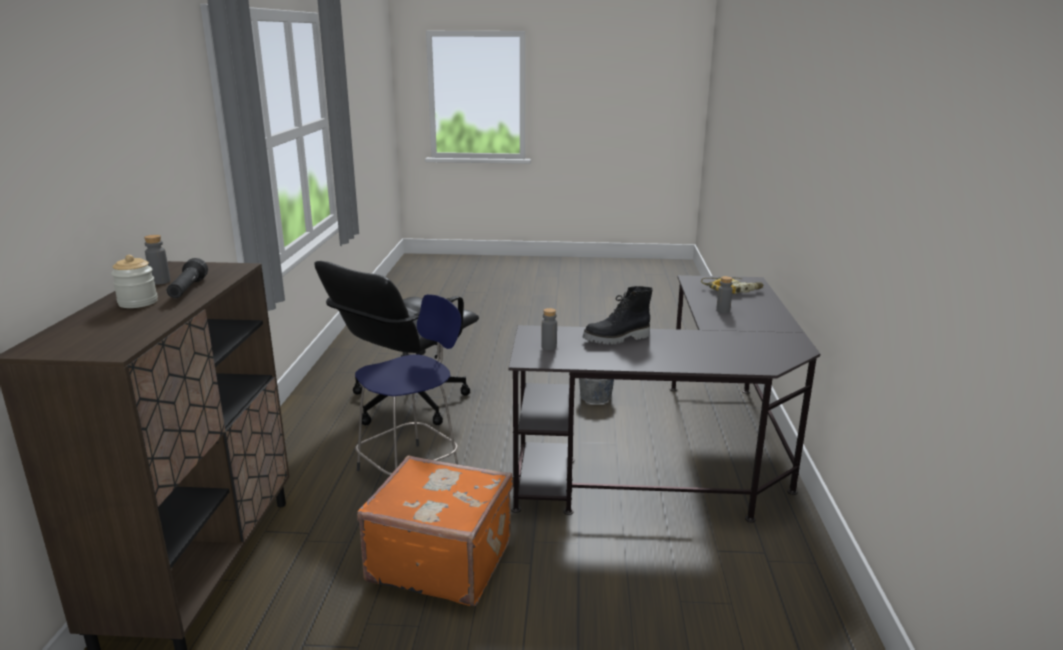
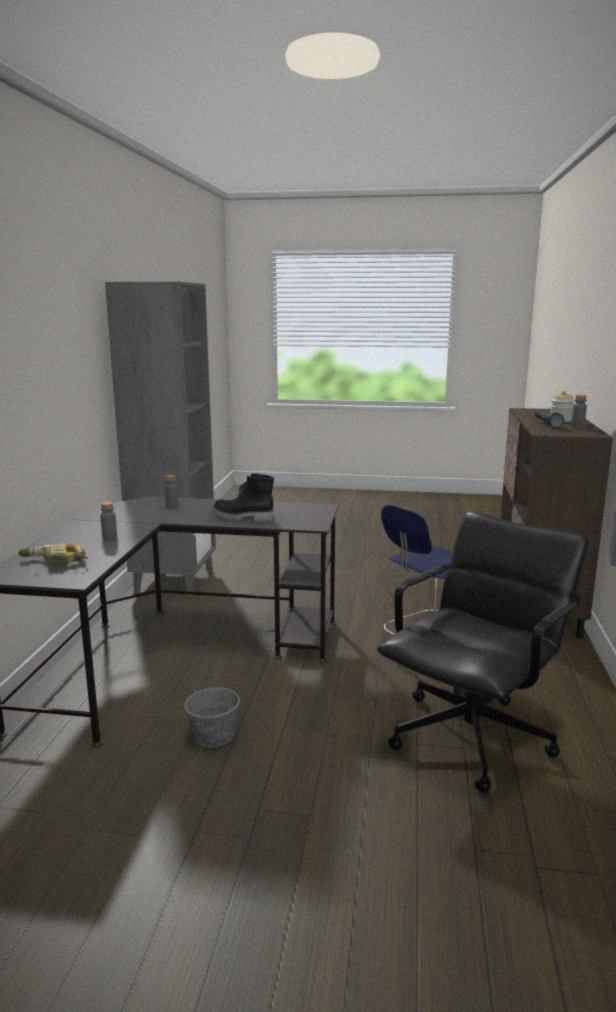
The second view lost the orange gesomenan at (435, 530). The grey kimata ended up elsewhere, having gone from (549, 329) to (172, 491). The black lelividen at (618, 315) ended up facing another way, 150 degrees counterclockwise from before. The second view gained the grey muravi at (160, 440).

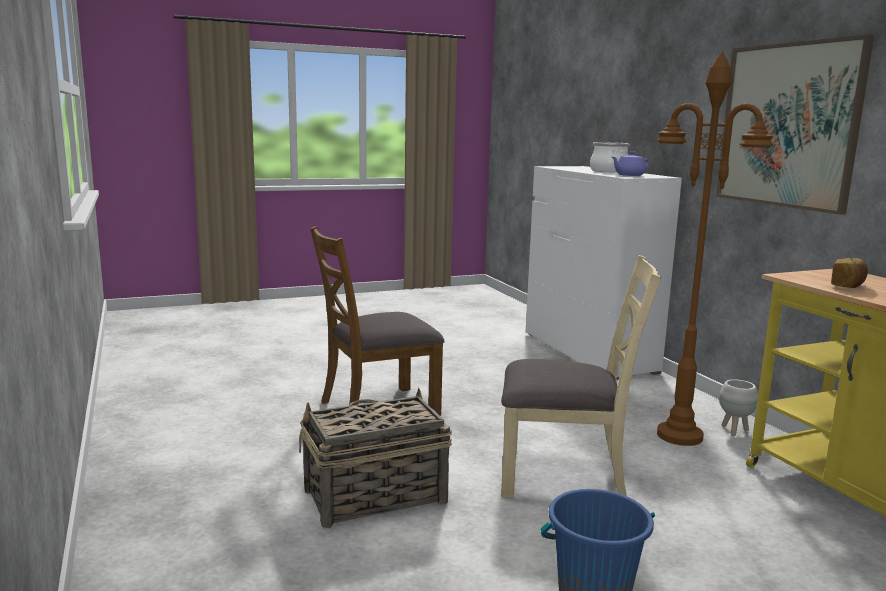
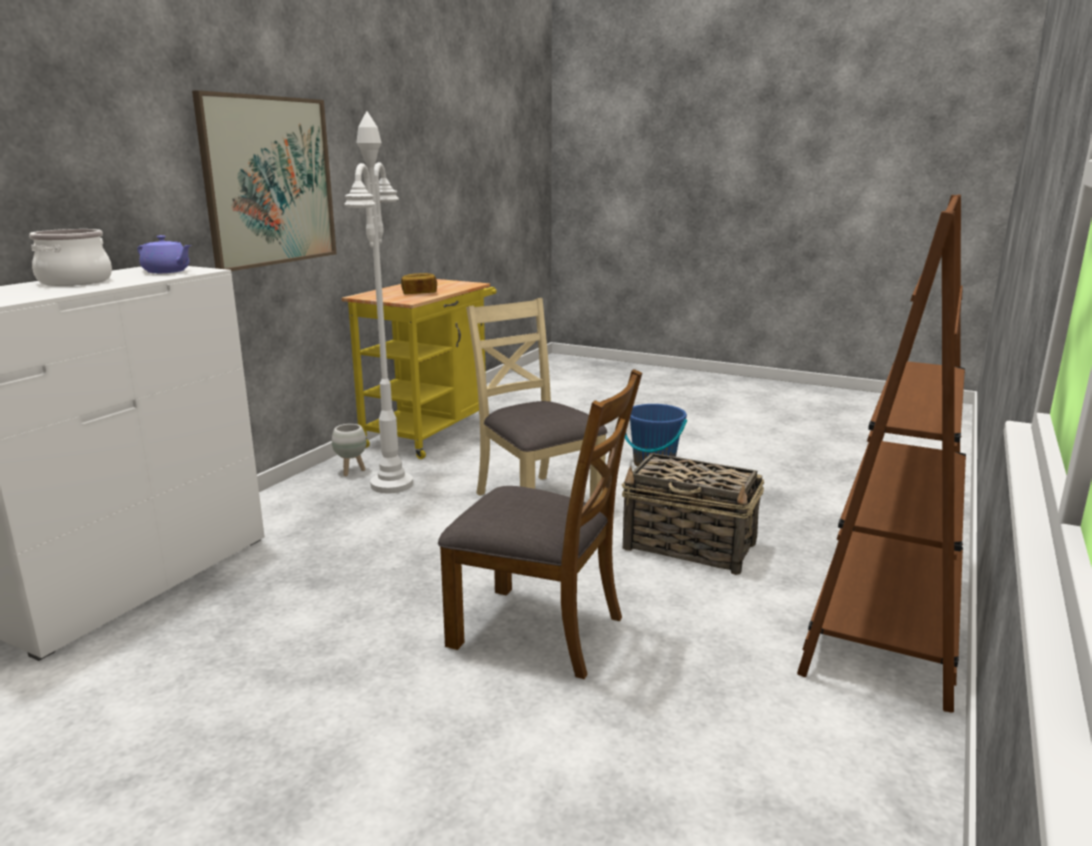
What was the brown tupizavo at (715, 248) turned into the white tupizavo at (378, 302). The second view gained the brown muravi at (881, 453).

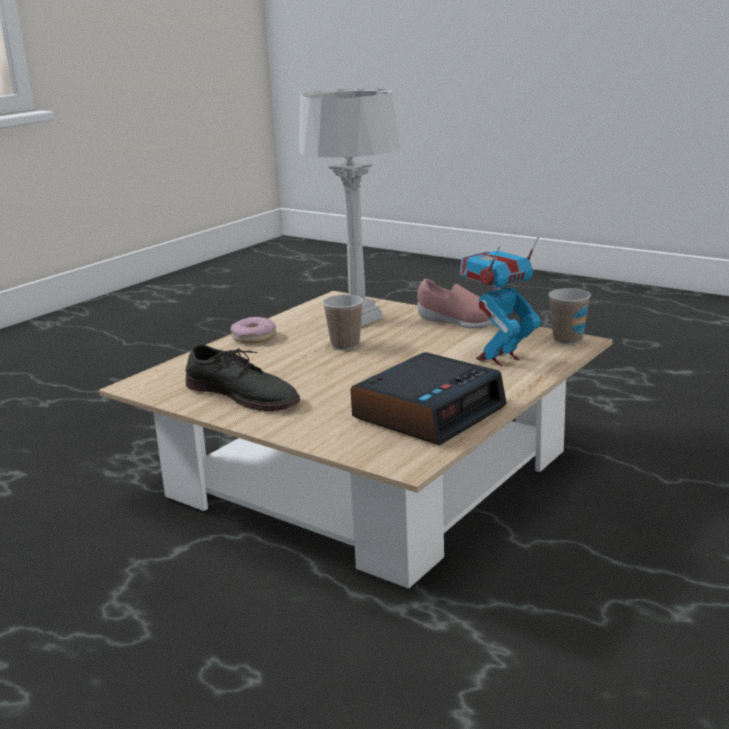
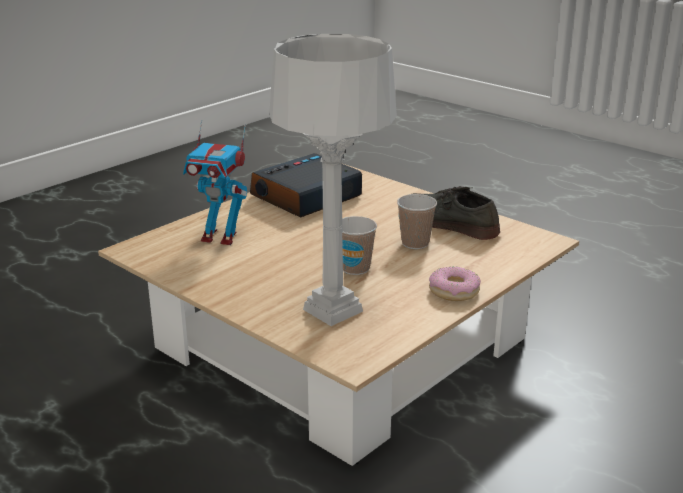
The second view lost the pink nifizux at (455, 304). The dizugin at (500, 301) ended up facing another way, 45 degrees clockwise from before. The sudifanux ended up elsewhere, having gone from (569, 316) to (417, 221).

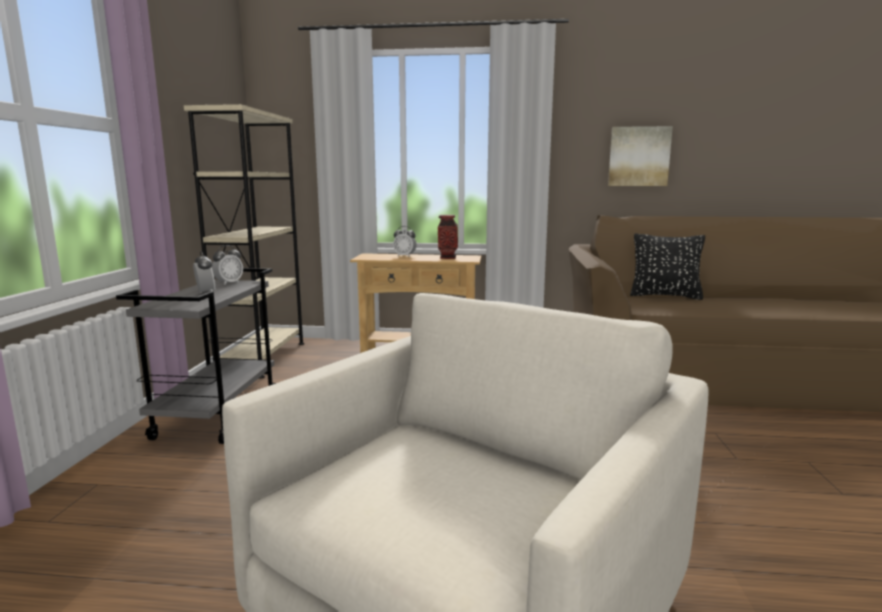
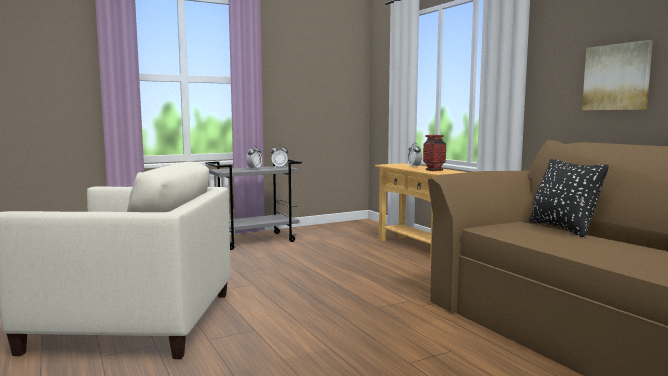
The second view lost the beige muravi at (244, 241).

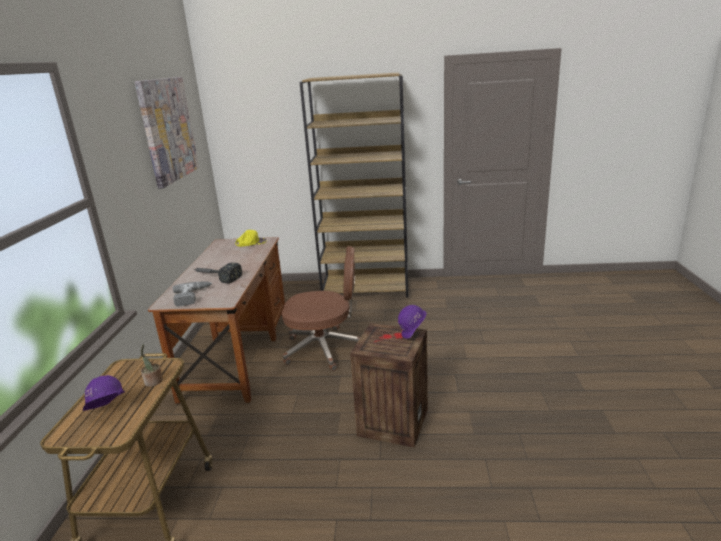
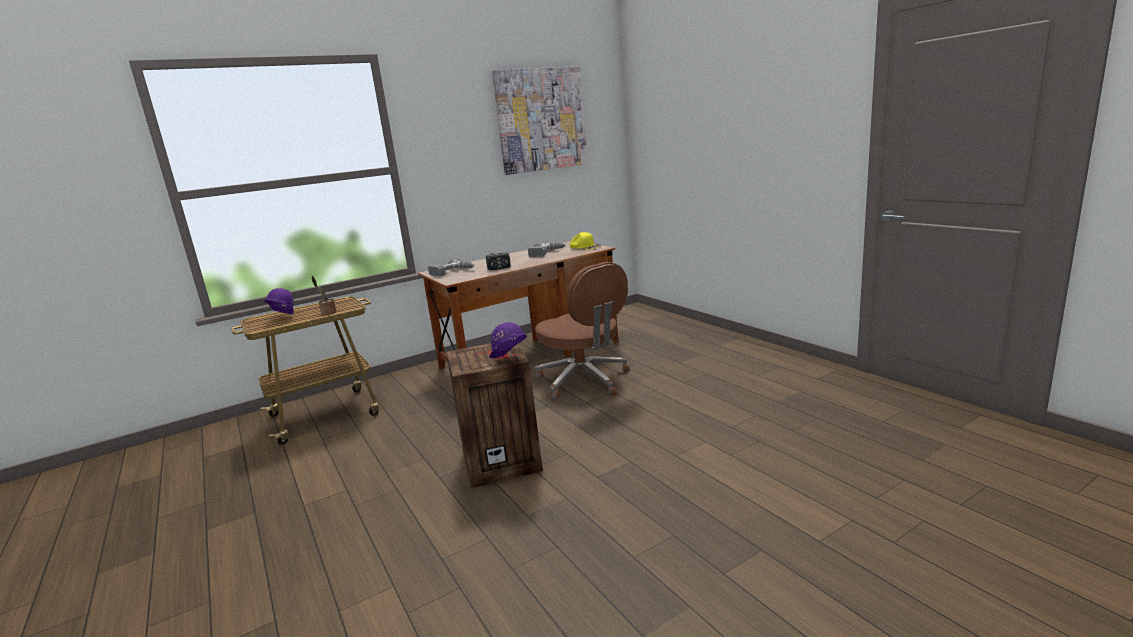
The second view lost the brown muravi at (354, 185). The second view gained the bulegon at (547, 249).

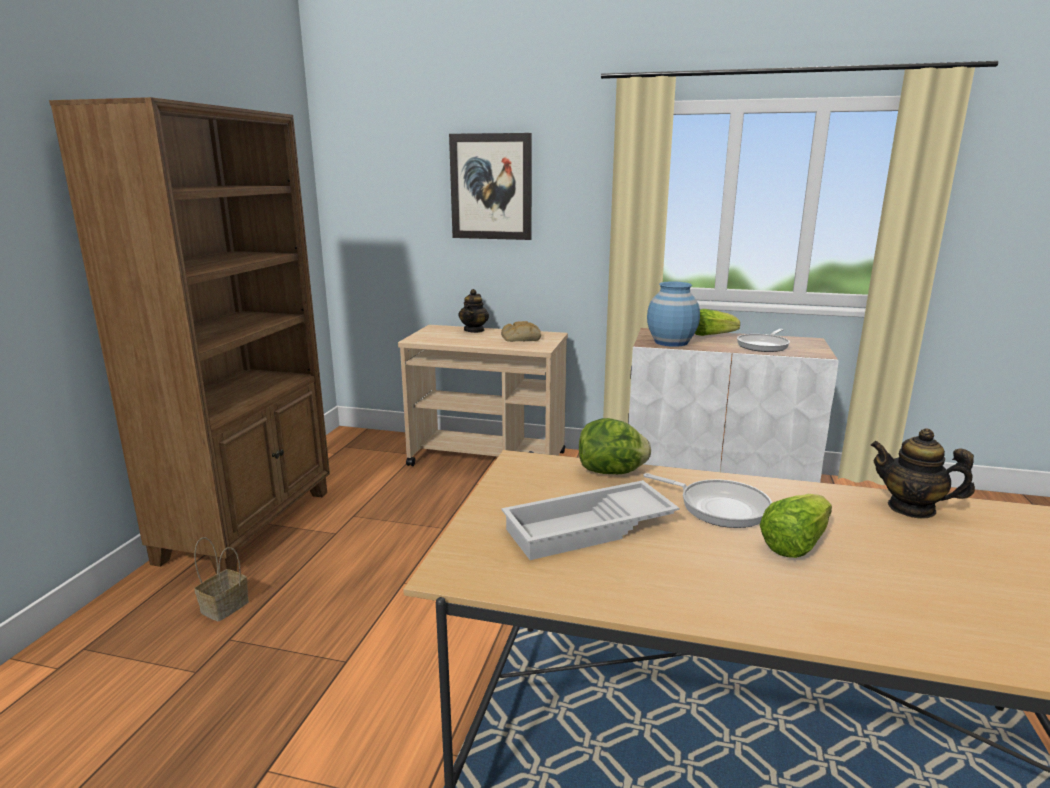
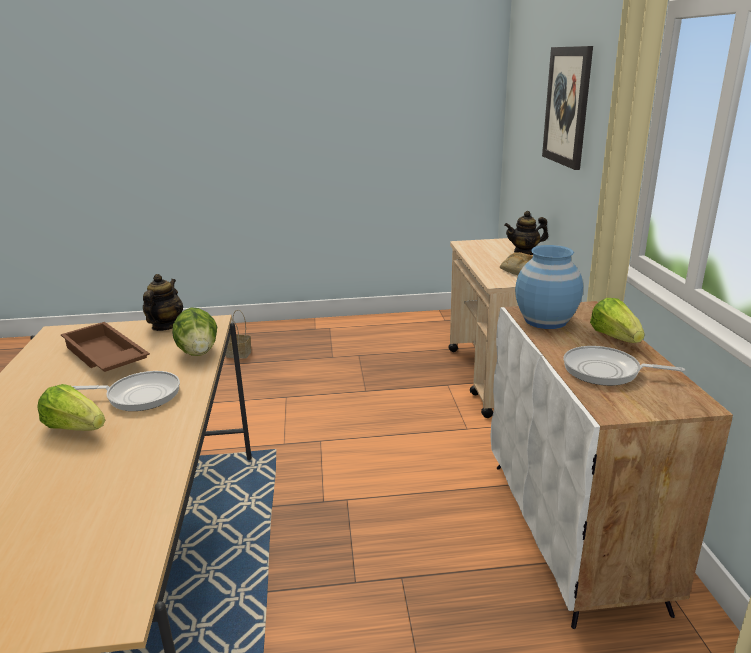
The second view lost the brown muravi at (189, 335). What was the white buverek at (590, 520) turned into the brown buverek at (105, 347). The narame at (707, 500) ended up facing another way, 105 degrees counterclockwise from before. The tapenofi ended up elsewhere, having gone from (923, 474) to (163, 302).

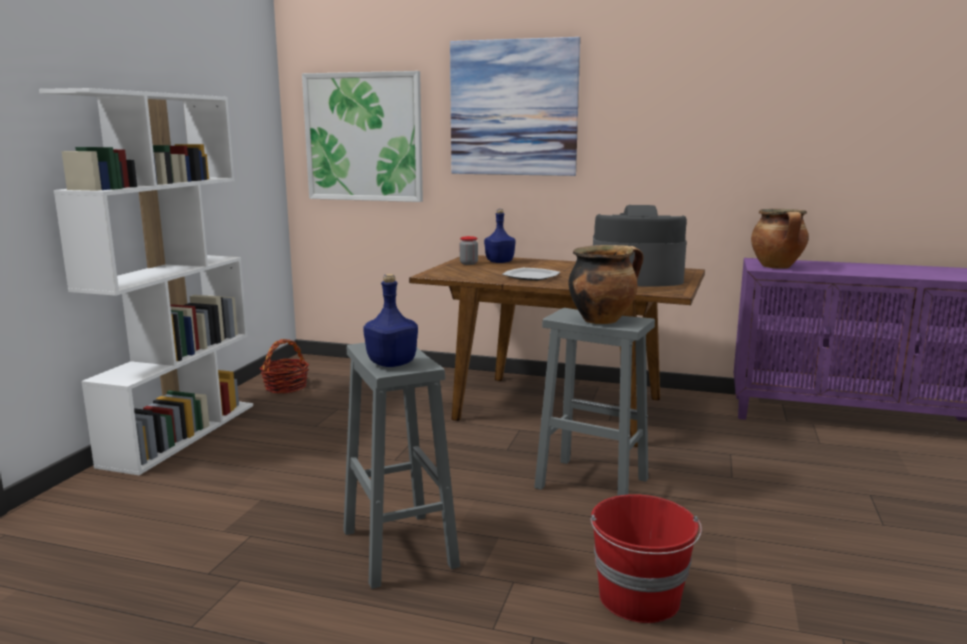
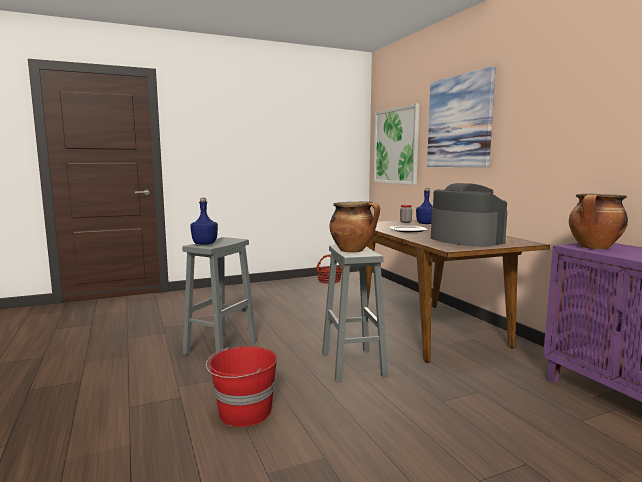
The second view lost the white muravi at (146, 281).

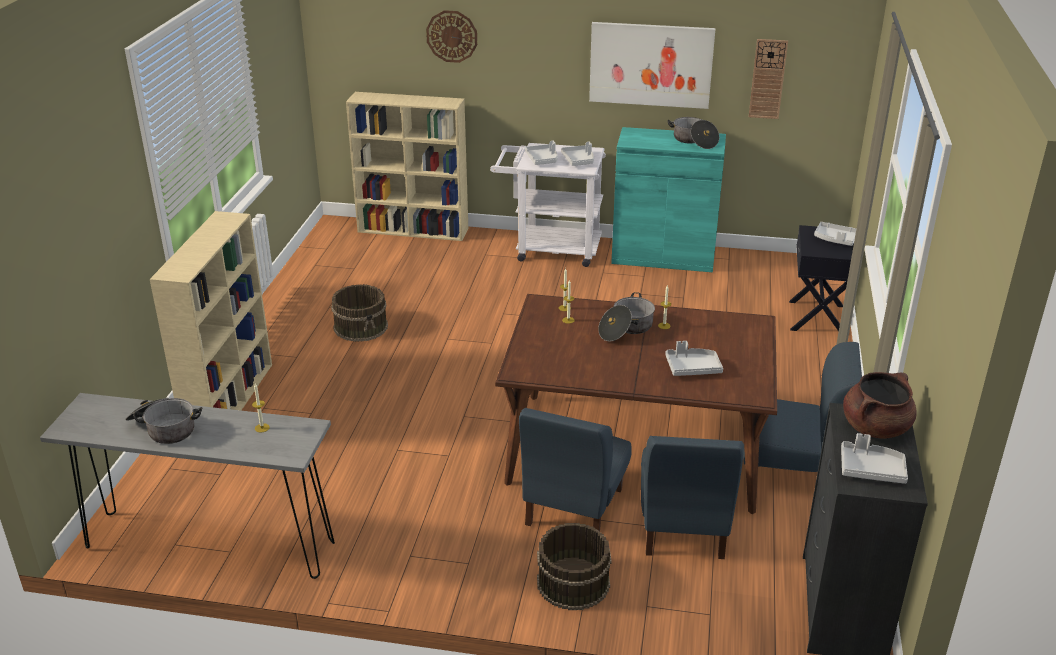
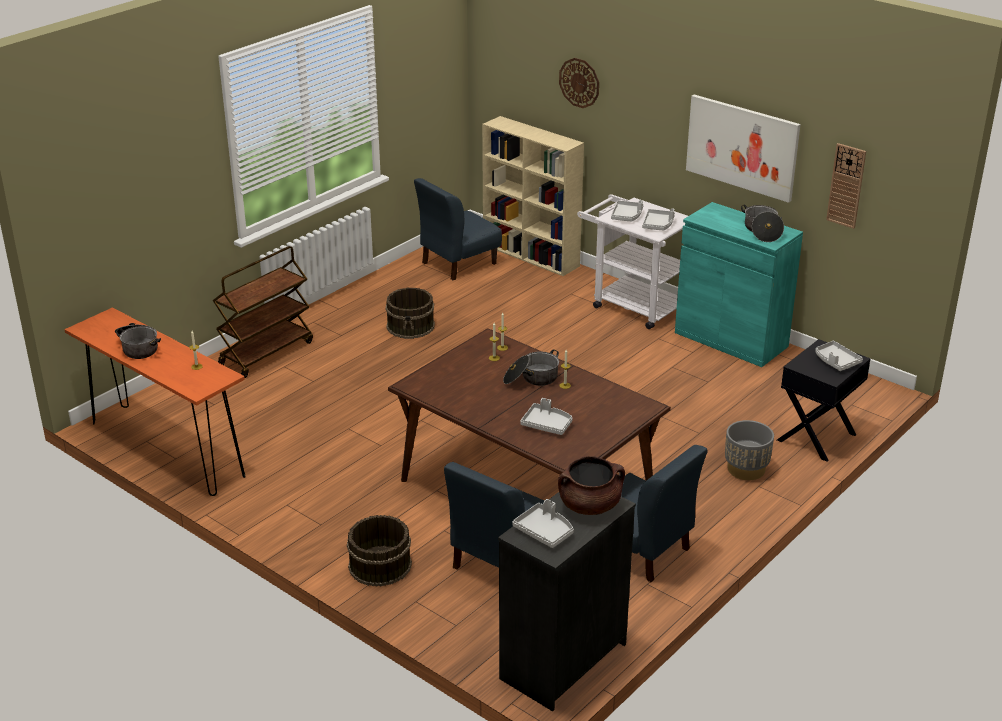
What was the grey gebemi at (187, 486) turned into the orange gebemi at (155, 402). Where the beige muravi stood at (211, 310), the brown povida came to stand at (263, 312). The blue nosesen ended up elsewhere, having gone from (575, 469) to (458, 229). The second view gained the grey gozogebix at (749, 450).

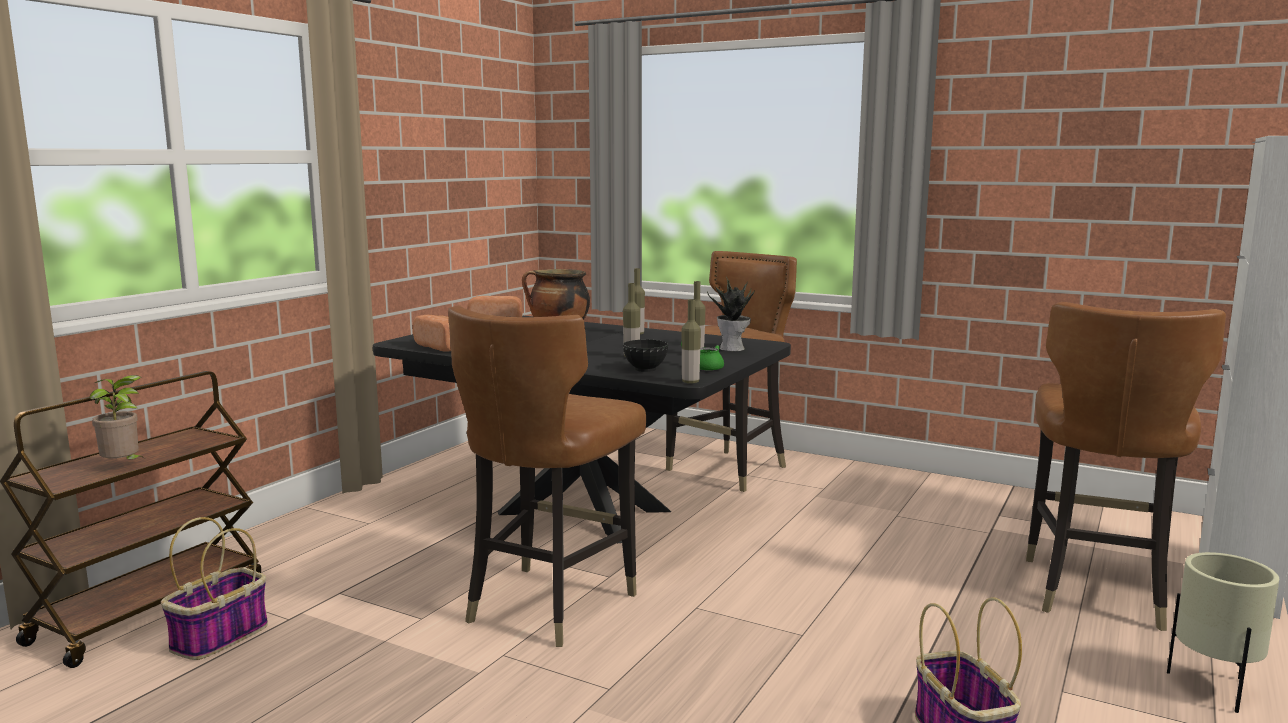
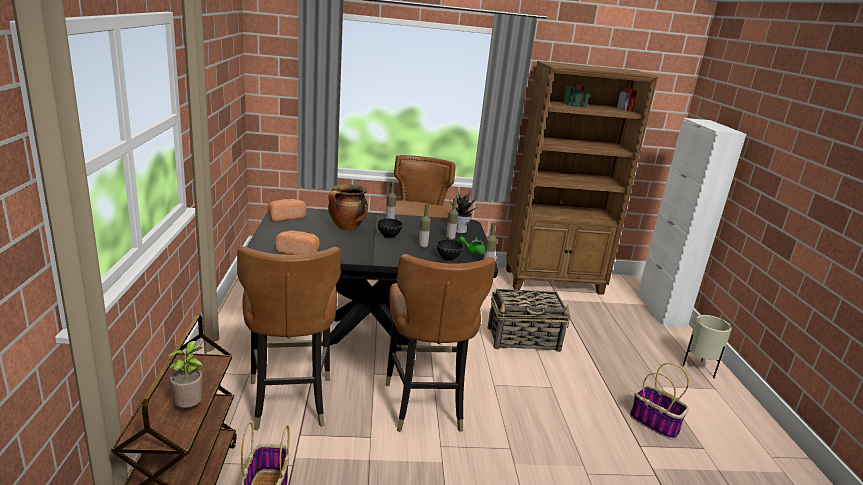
The brown nosesen ended up elsewhere, having gone from (1126, 466) to (289, 338). The second view gained the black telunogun at (390, 228). The second view gained the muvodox at (529, 320). The second view gained the brown muravi at (582, 178).

